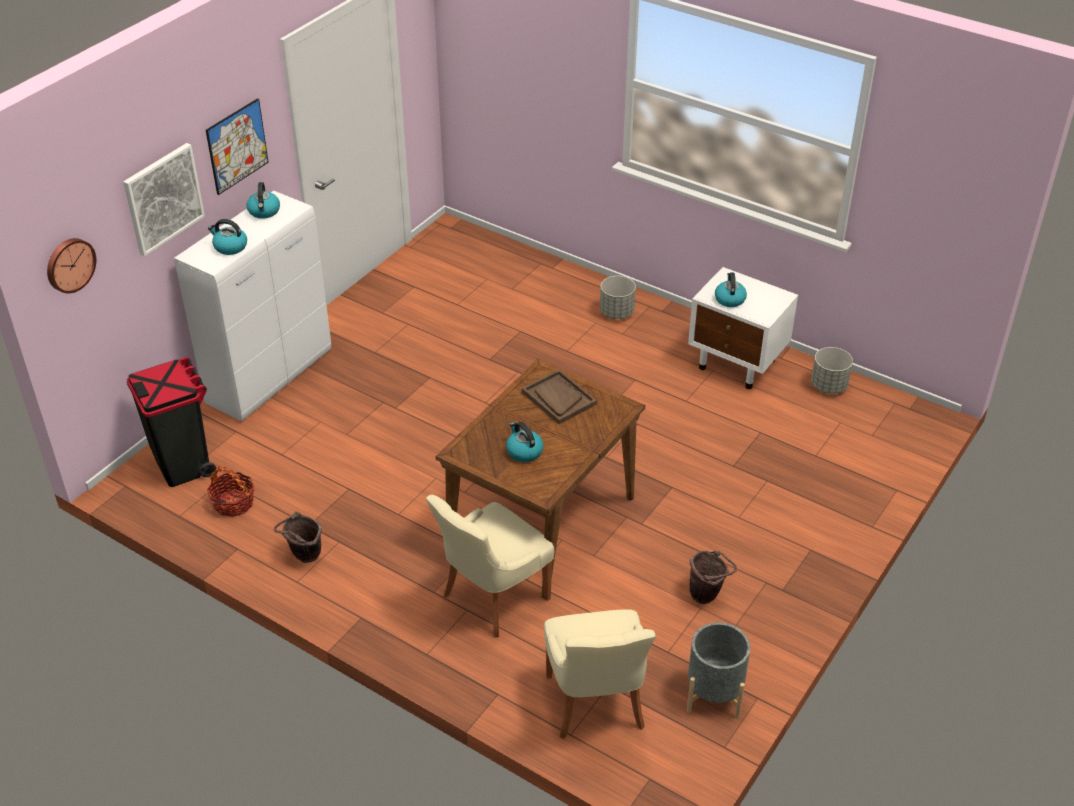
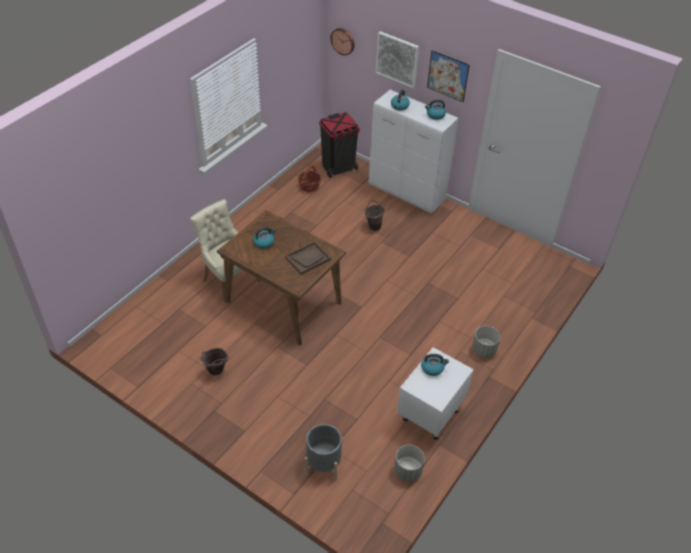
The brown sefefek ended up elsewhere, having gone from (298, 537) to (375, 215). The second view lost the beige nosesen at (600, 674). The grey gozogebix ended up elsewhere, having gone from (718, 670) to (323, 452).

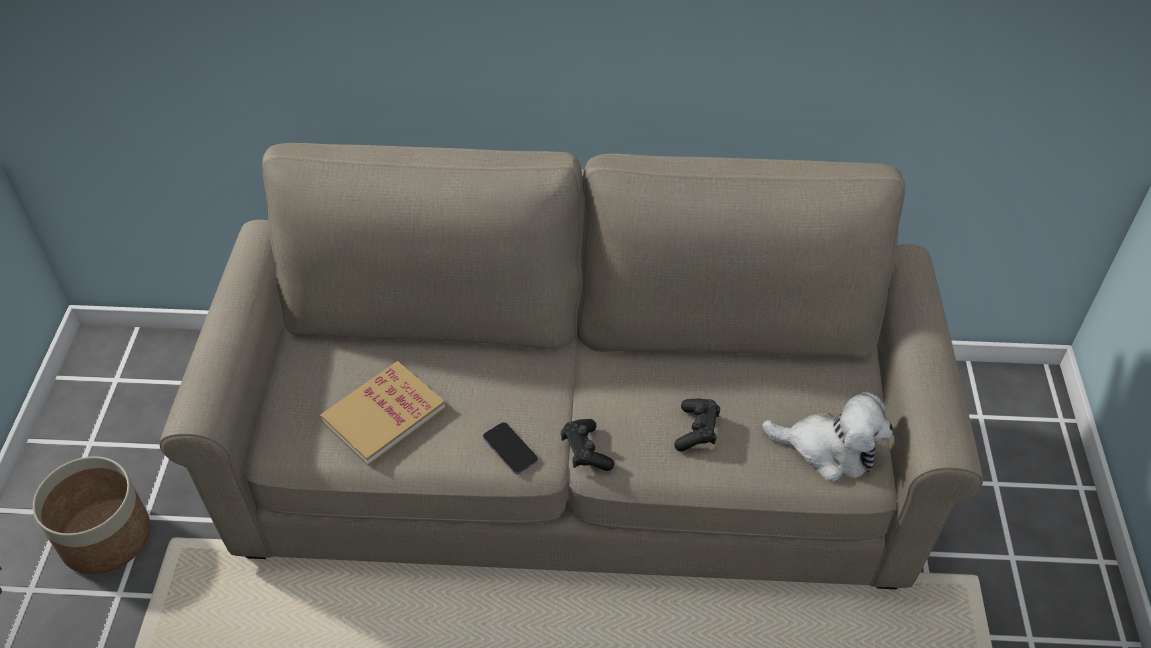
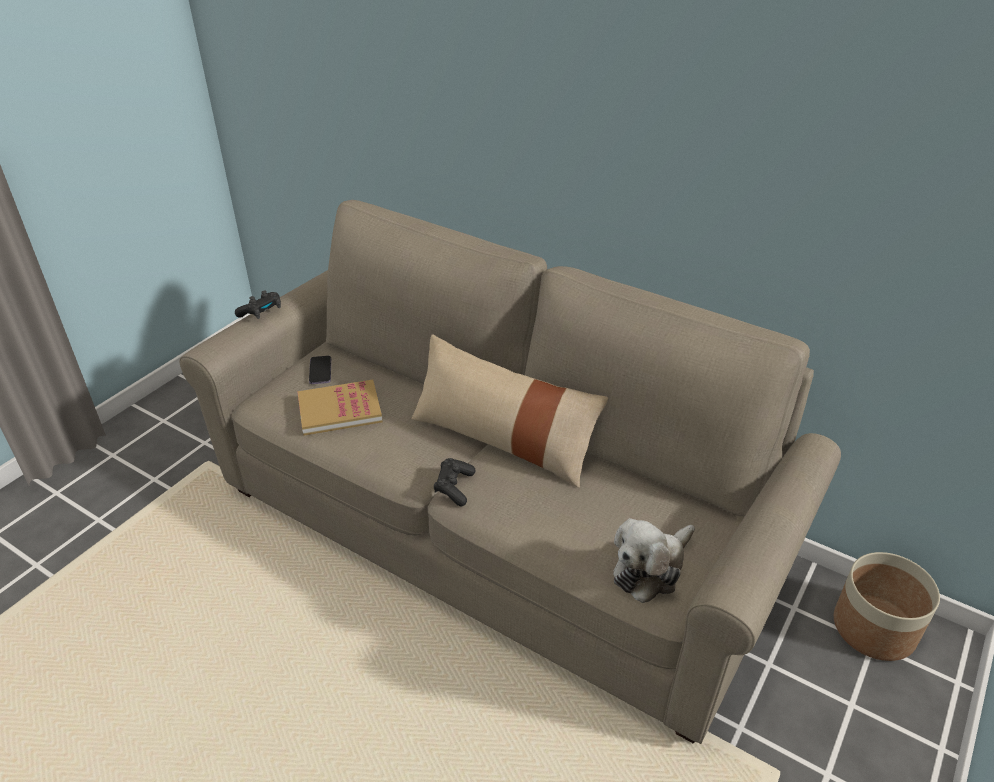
The gozogebix ended up elsewhere, having gone from (91, 515) to (887, 606). The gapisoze ended up elsewhere, having gone from (510, 448) to (320, 370). The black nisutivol ended up elsewhere, having gone from (697, 425) to (258, 305). The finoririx at (827, 437) ended up facing another way, 90 degrees clockwise from before. The second view gained the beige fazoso at (509, 411).

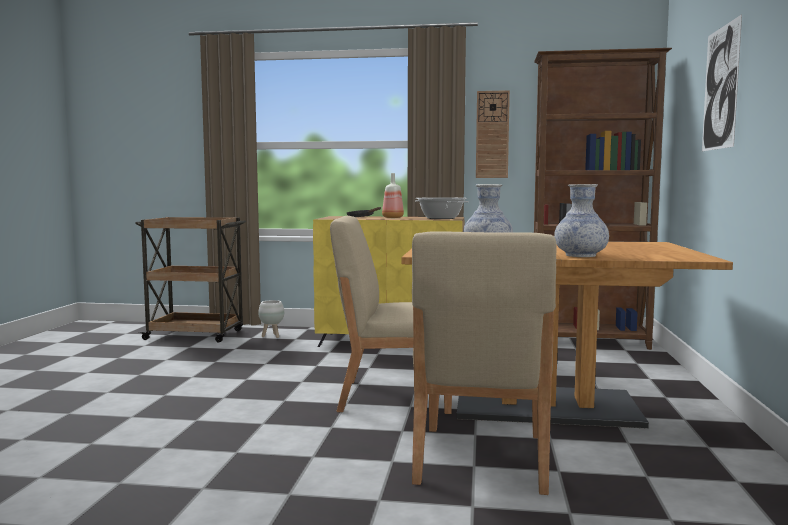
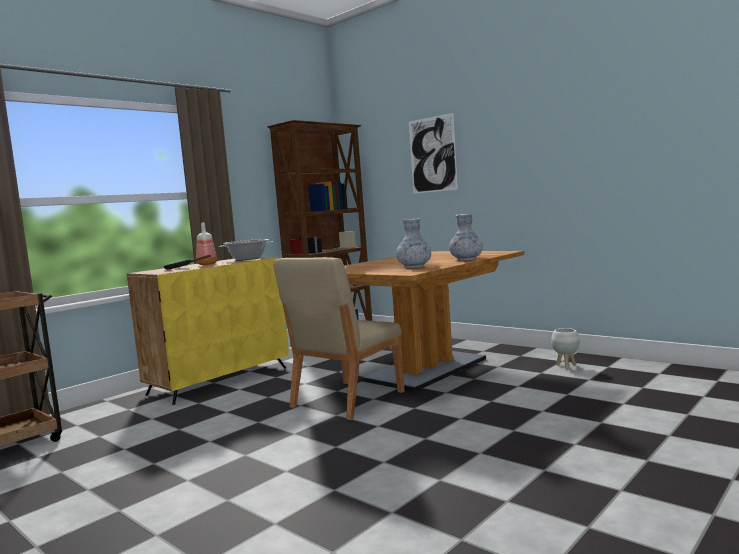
The white gozogebix ended up elsewhere, having gone from (271, 319) to (565, 348). The second view lost the beige nosesen at (484, 363). The second view lost the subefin at (493, 134).

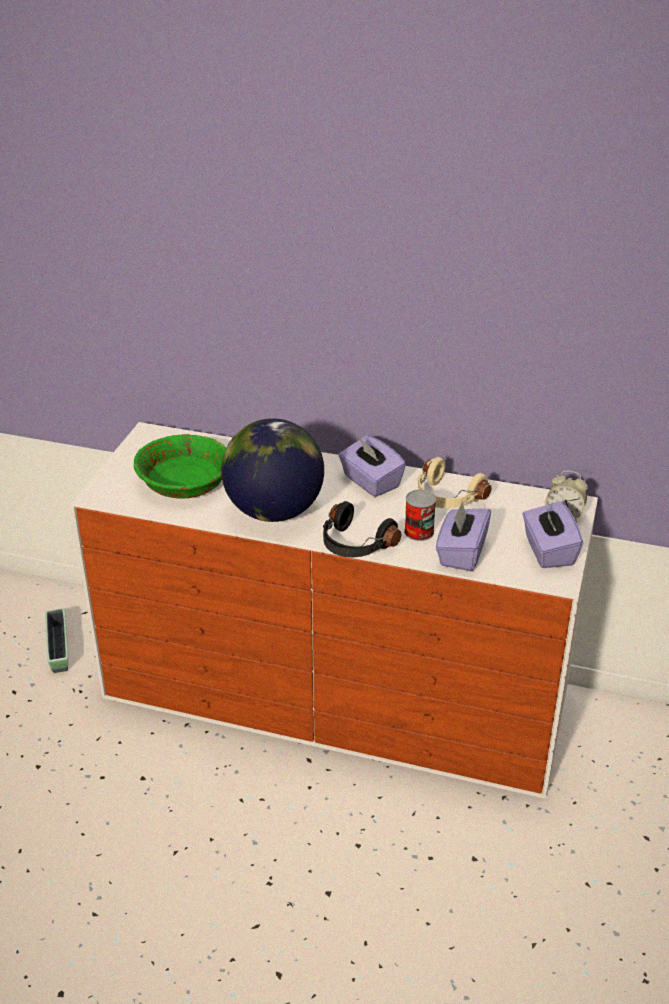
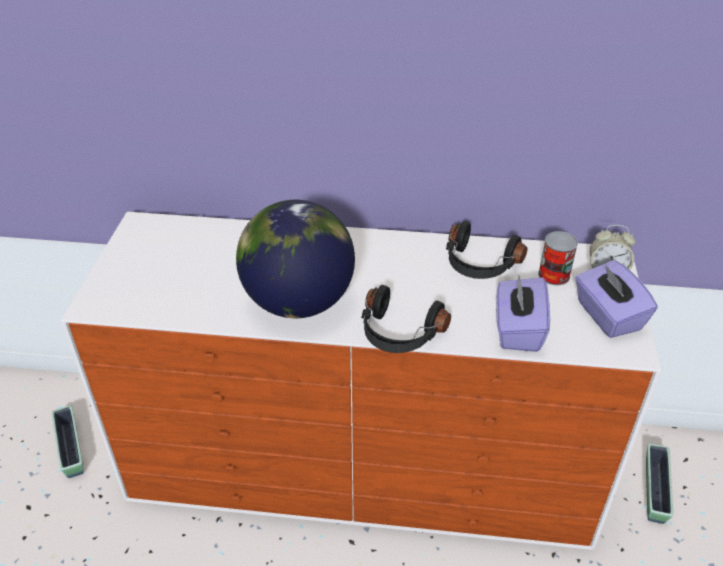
The second view lost the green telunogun at (180, 466). The second view lost the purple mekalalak at (372, 466). The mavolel ended up elsewhere, having gone from (420, 515) to (558, 258). What was the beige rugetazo at (454, 482) turned into the black rugetazo at (487, 250). The second view gained the gozogebix at (659, 483).

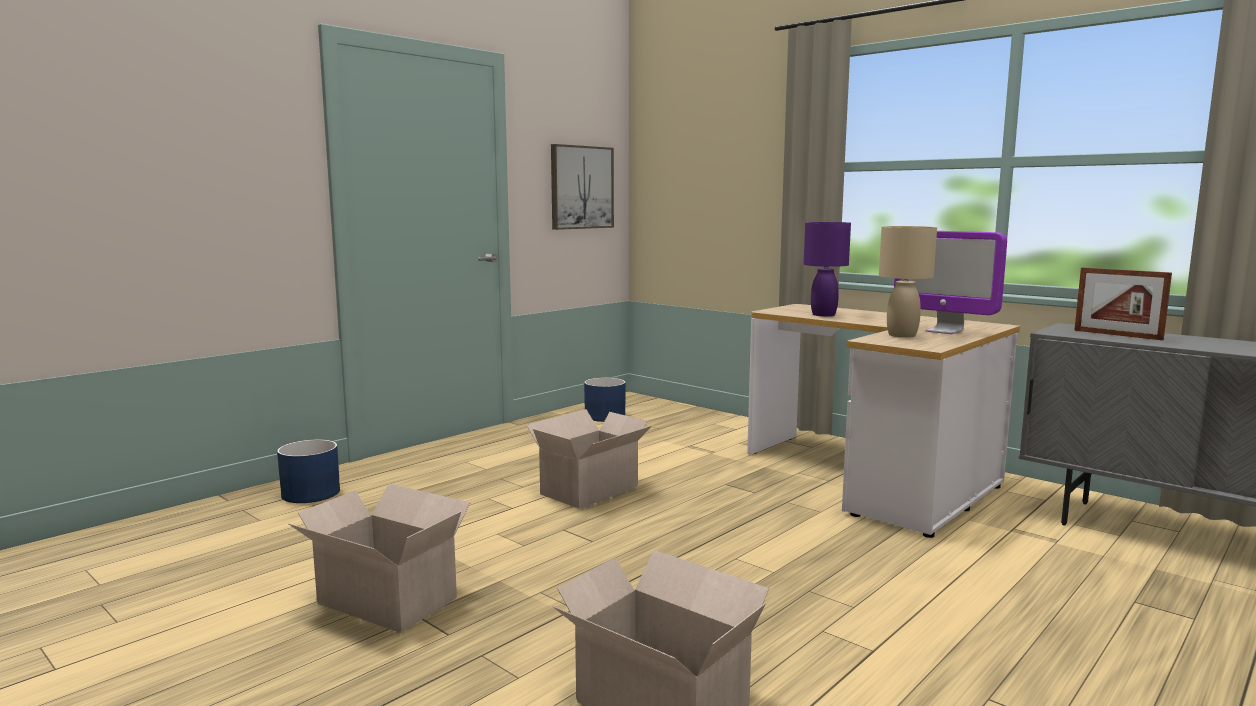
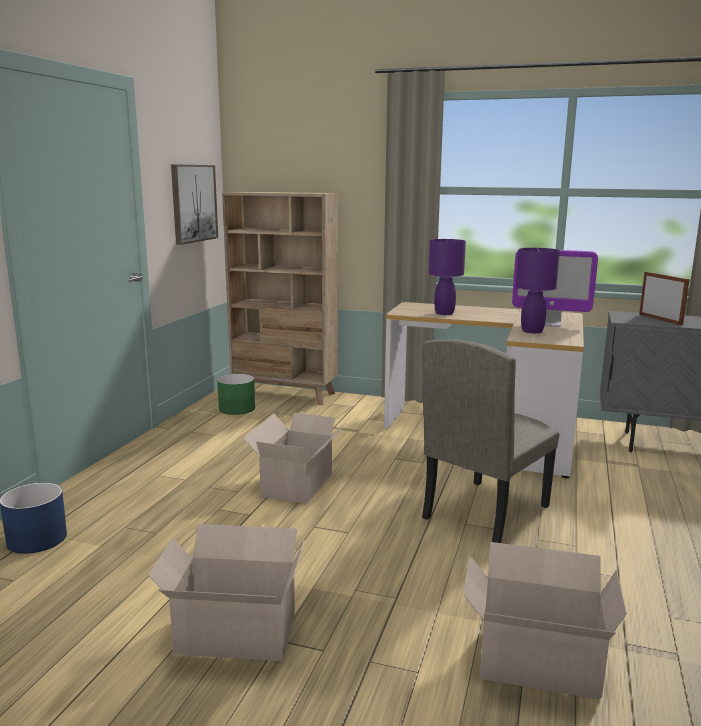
What was the blue gozogebix at (605, 400) turned into the green gozogebix at (236, 394). What was the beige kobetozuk at (908, 282) turned into the purple kobetozuk at (538, 291). The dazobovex at (1123, 303) ended up facing another way, 135 degrees counterclockwise from before. The second view gained the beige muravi at (280, 298). The second view gained the beige nosesen at (490, 441).

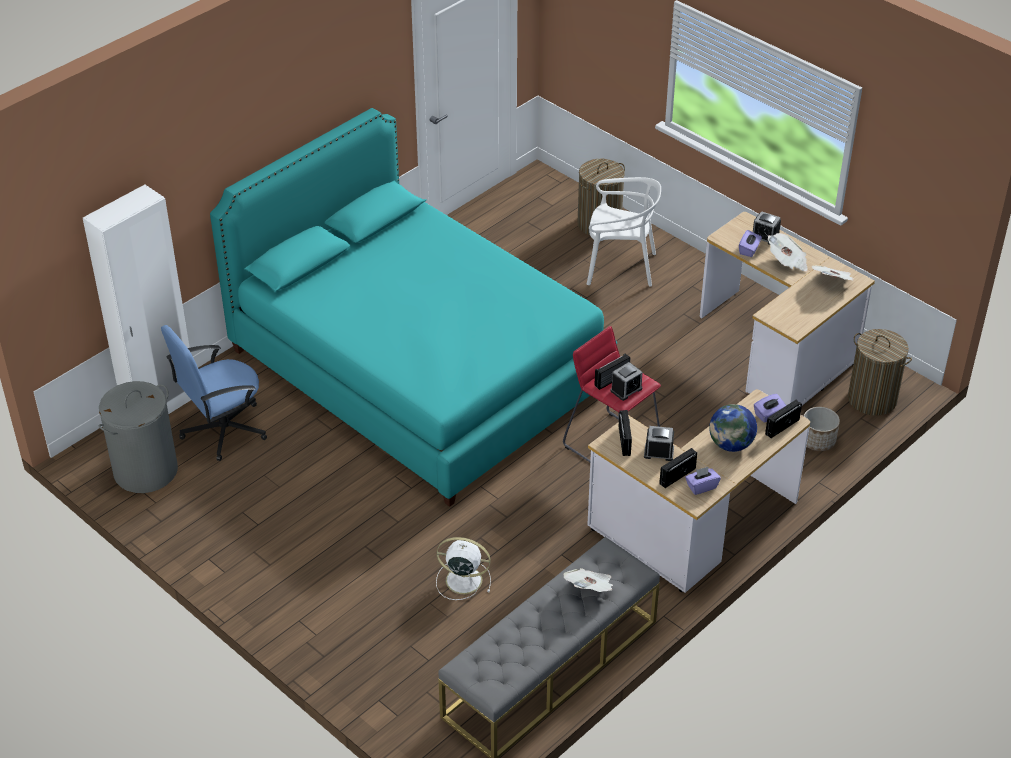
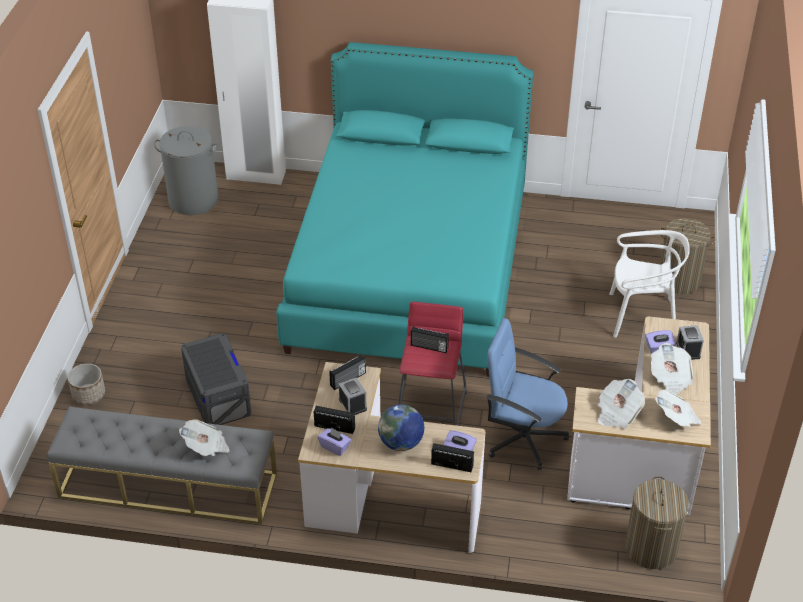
The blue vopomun ended up elsewhere, having gone from (214, 393) to (527, 394). Where the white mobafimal stood at (463, 568), the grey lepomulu came to stand at (216, 379). The white nosesen at (624, 231) ended up facing another way, 60 degrees counterclockwise from before. The second view lost the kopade at (627, 381). The gozogebix ended up elsewhere, having gone from (822, 429) to (86, 384). The second view gained the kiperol at (621, 403).

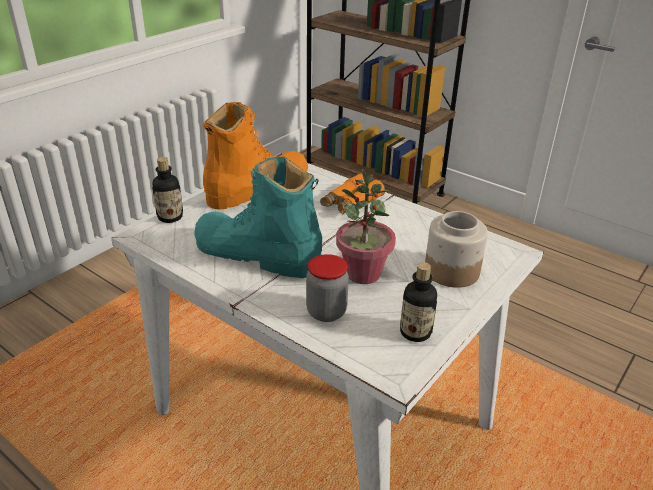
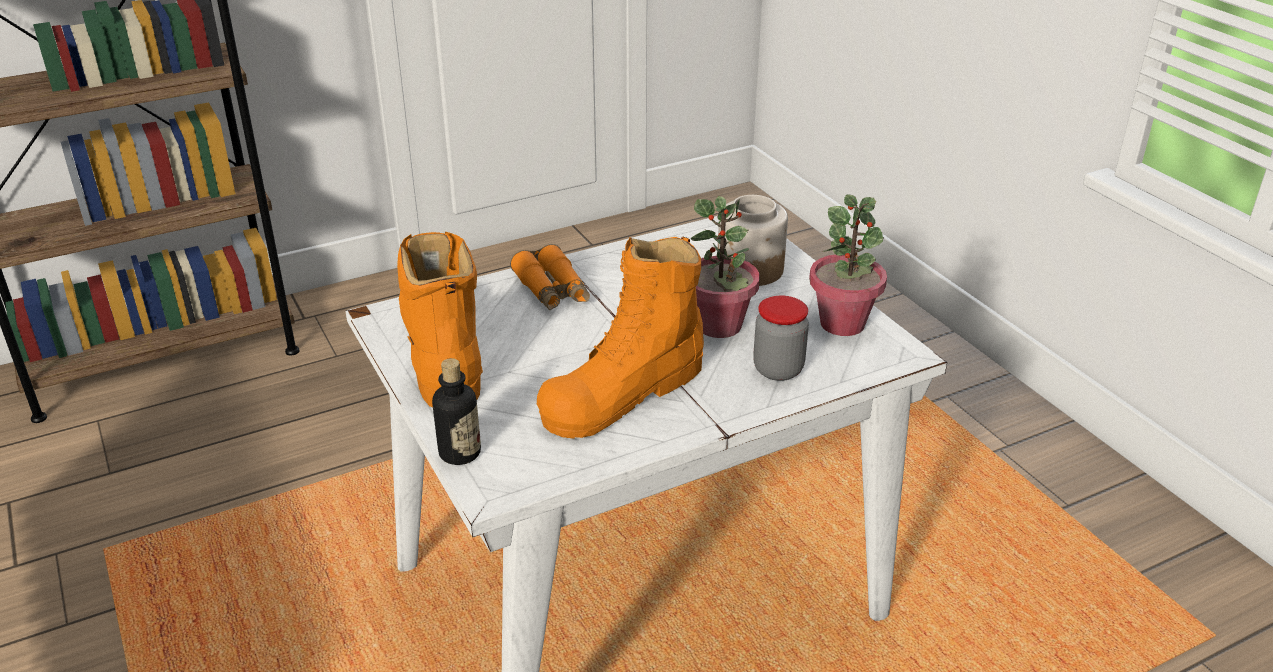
What was the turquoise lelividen at (258, 217) turned into the orange lelividen at (620, 338). Where the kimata stood at (418, 302), the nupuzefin came to stand at (848, 265).

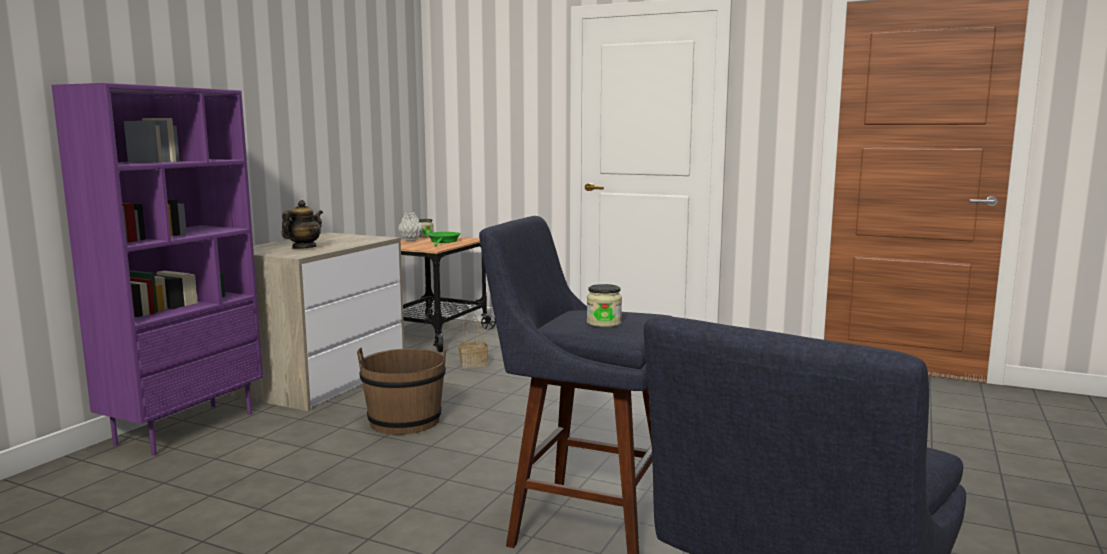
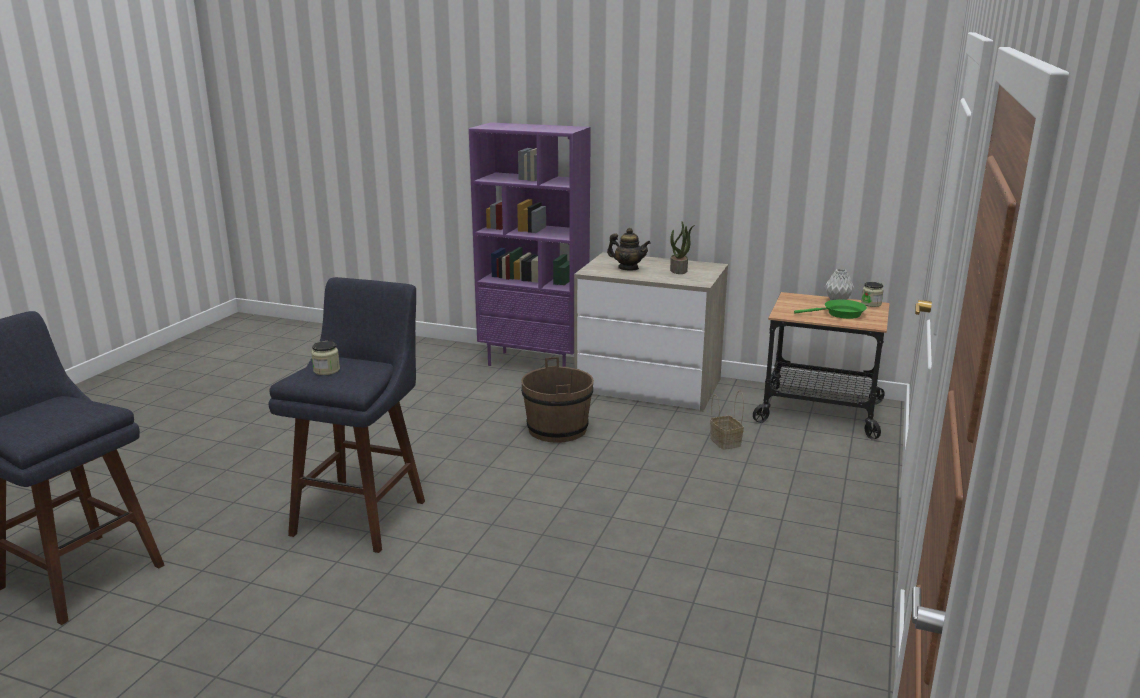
The second view gained the nupuzefin at (682, 248).

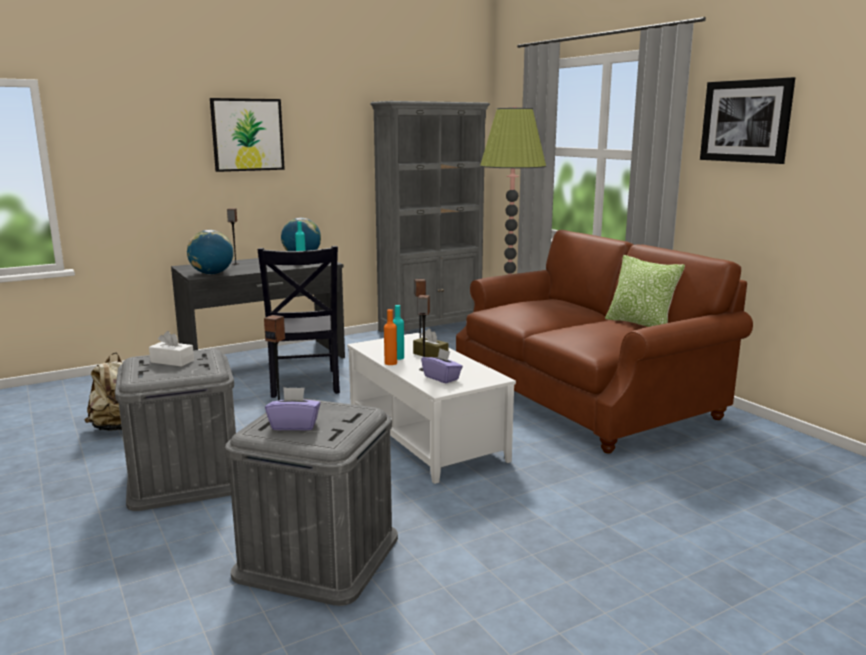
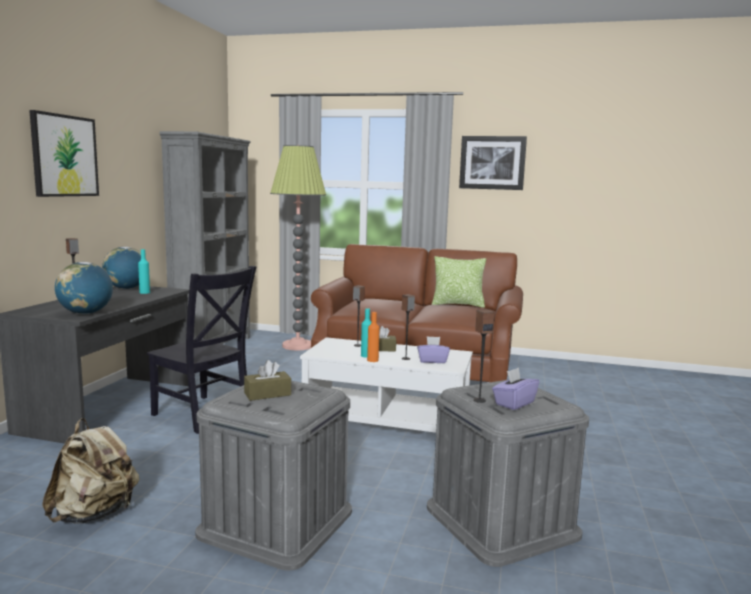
What was the white mekalalak at (171, 349) turned into the brown mekalalak at (267, 380).

